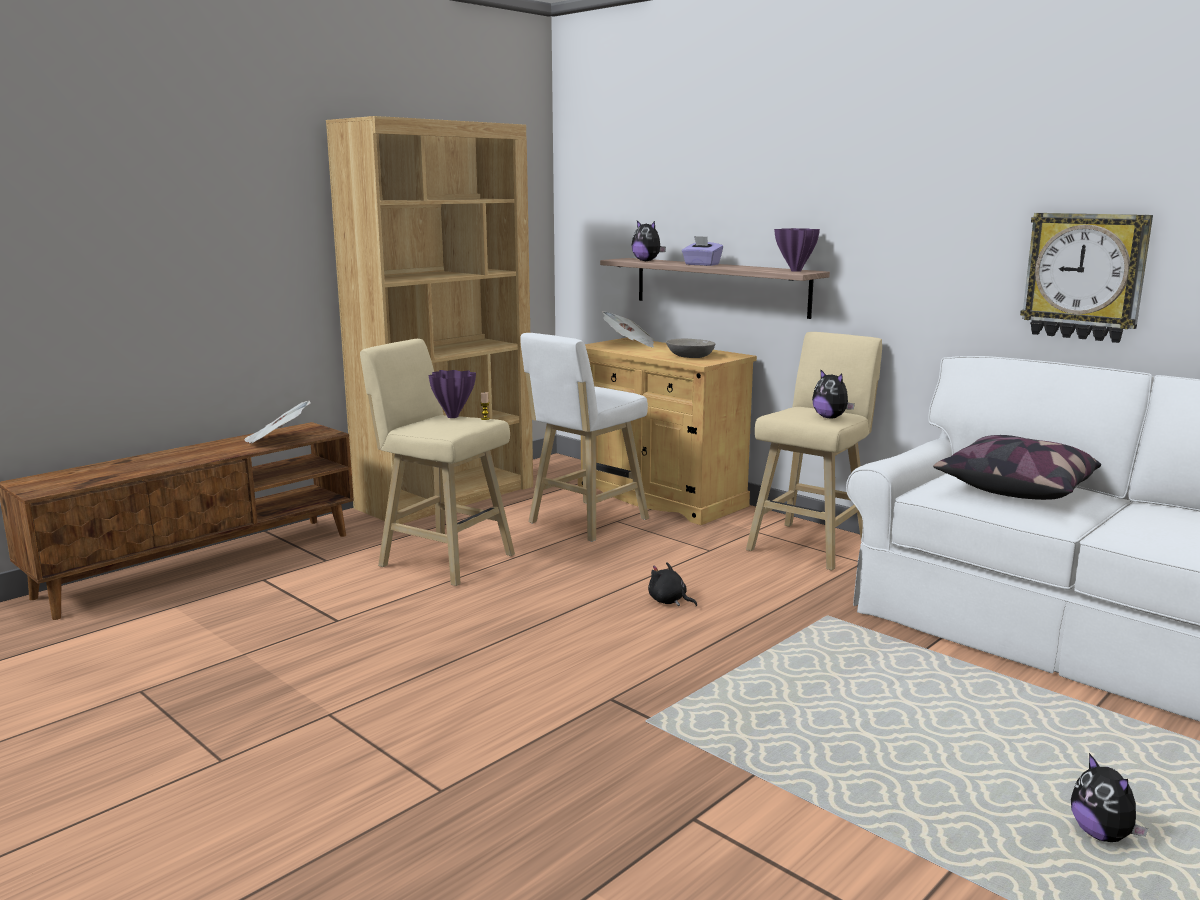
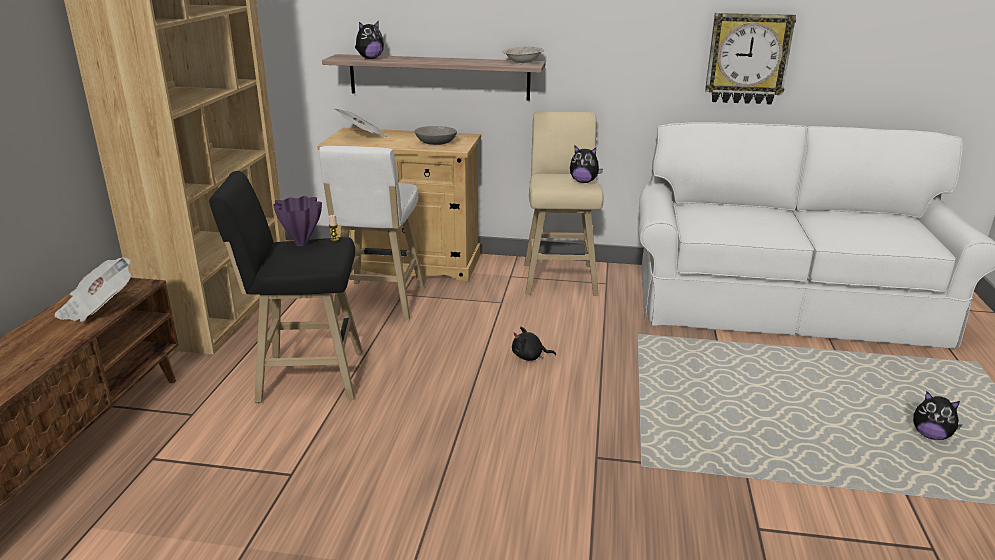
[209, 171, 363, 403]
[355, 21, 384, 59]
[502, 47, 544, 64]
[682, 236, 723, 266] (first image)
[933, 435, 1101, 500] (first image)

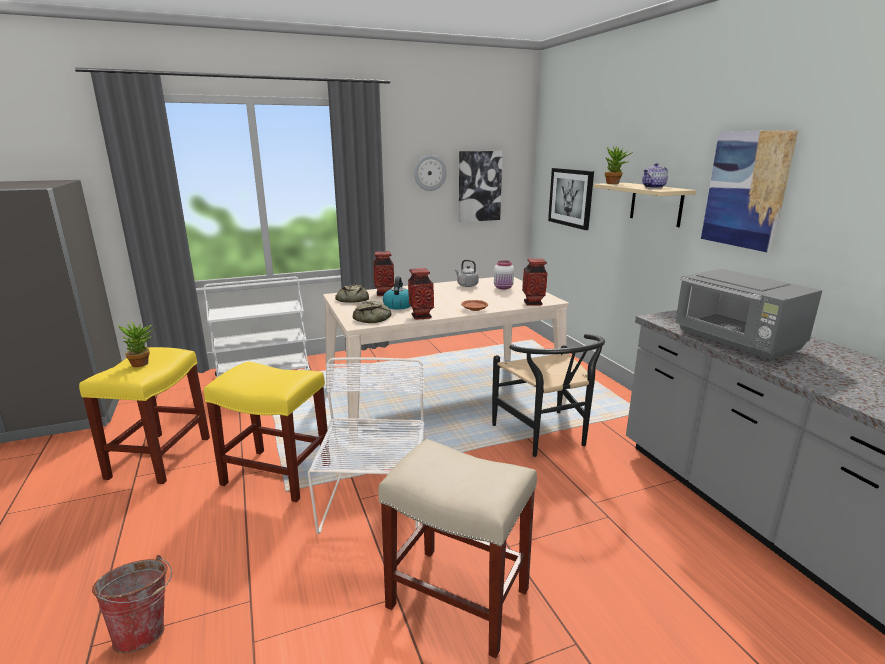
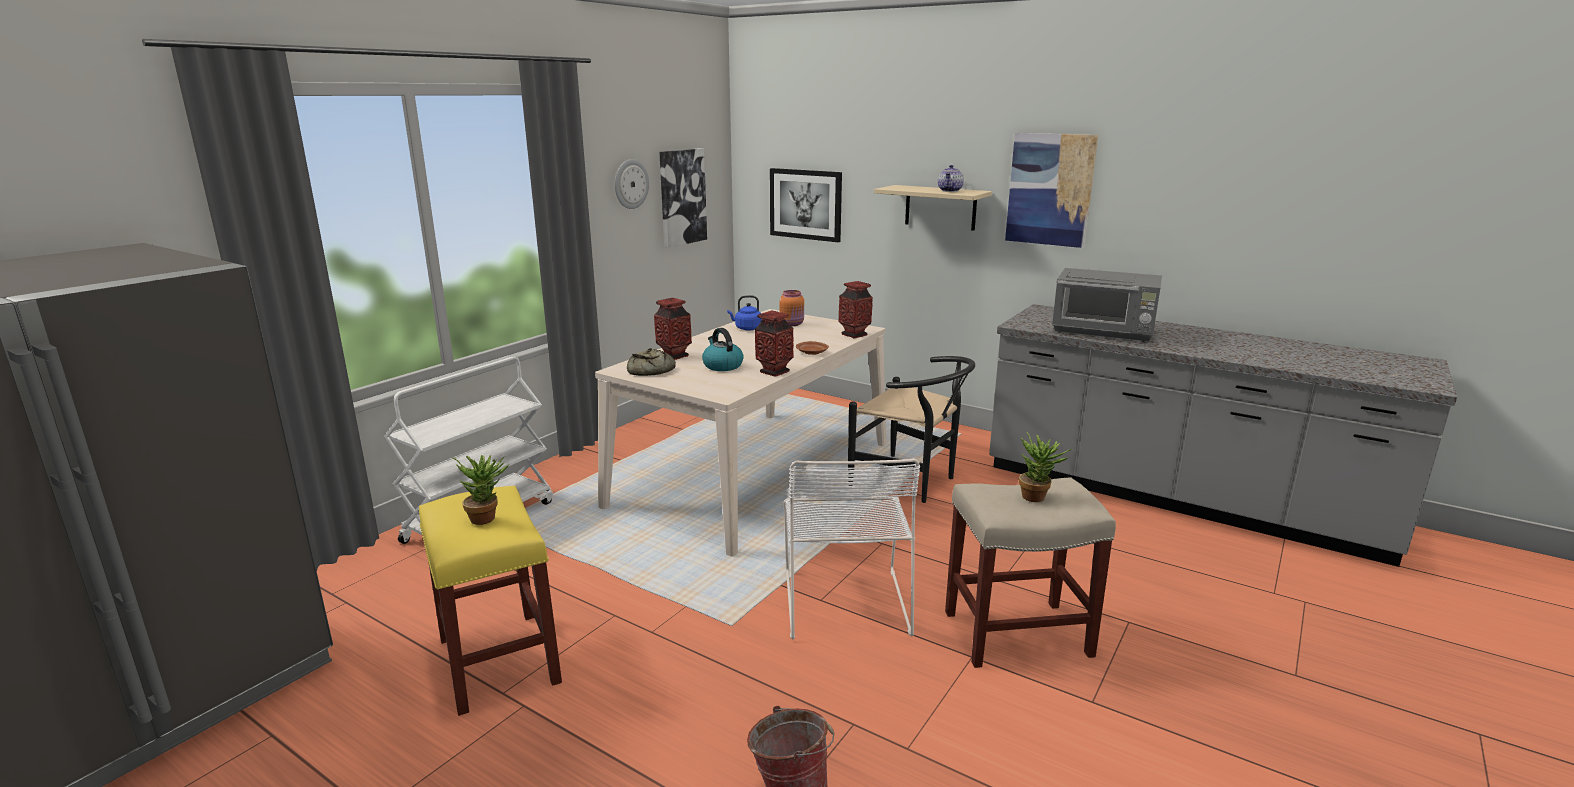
[727, 295, 762, 330]
[780, 290, 804, 326]
[784, 458, 920, 640]
[1019, 432, 1072, 502]
[204, 362, 329, 502] (first image)
[353, 301, 391, 323] (first image)

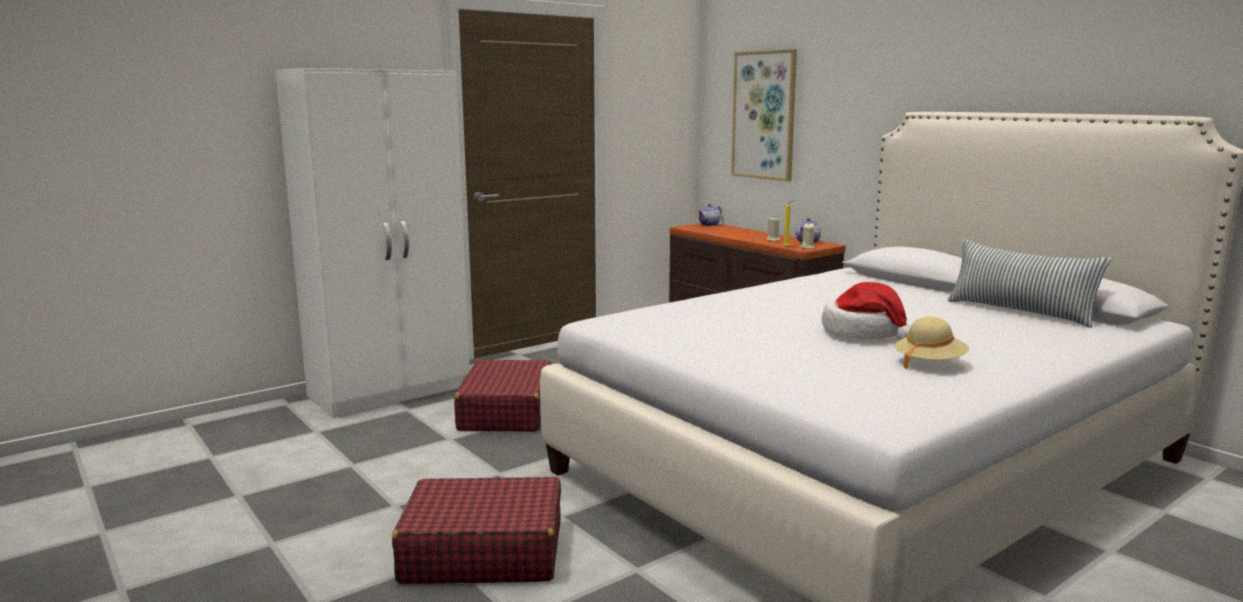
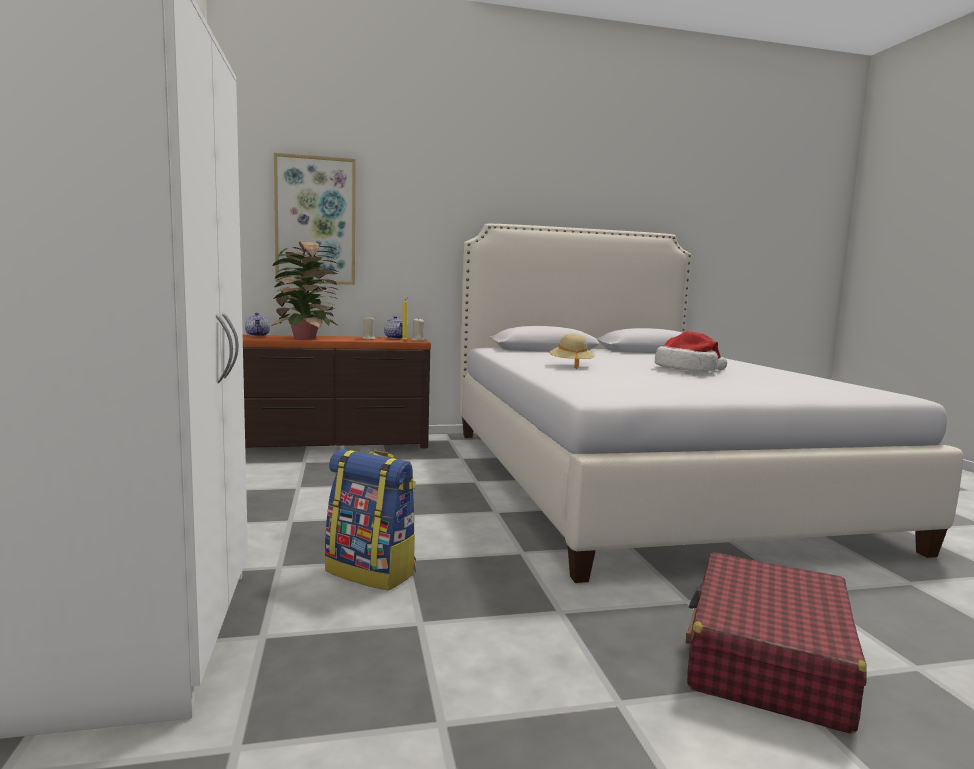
[271, 242, 338, 339]
[325, 449, 416, 590]
[549, 334, 595, 369]
[948, 239, 1111, 328] (first image)

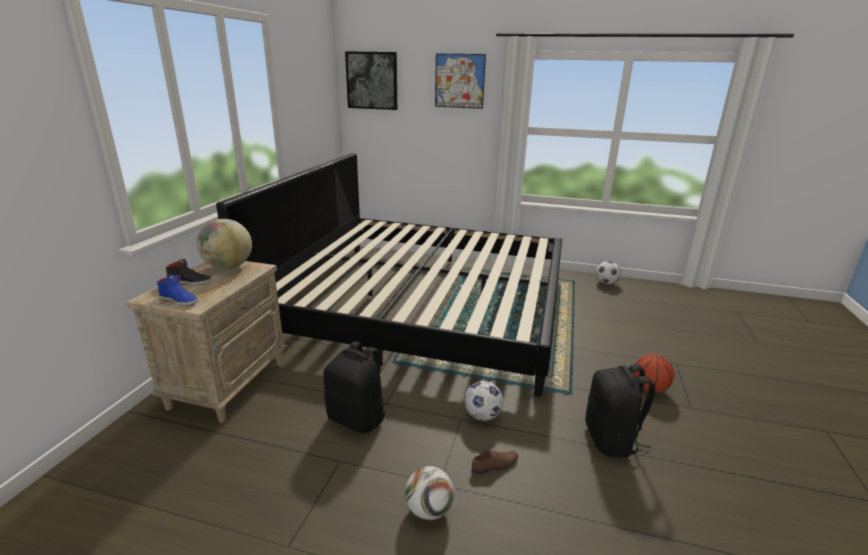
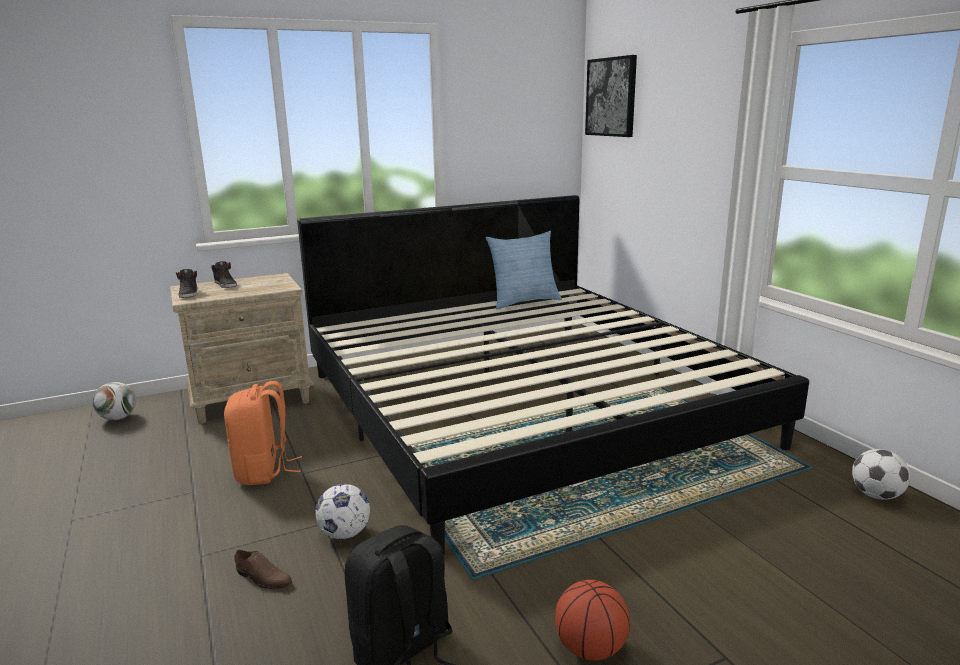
[93, 382, 136, 420]
[176, 269, 197, 298]
[224, 381, 302, 485]
[485, 231, 562, 310]
[197, 219, 252, 269] (first image)
[435, 54, 486, 109] (first image)

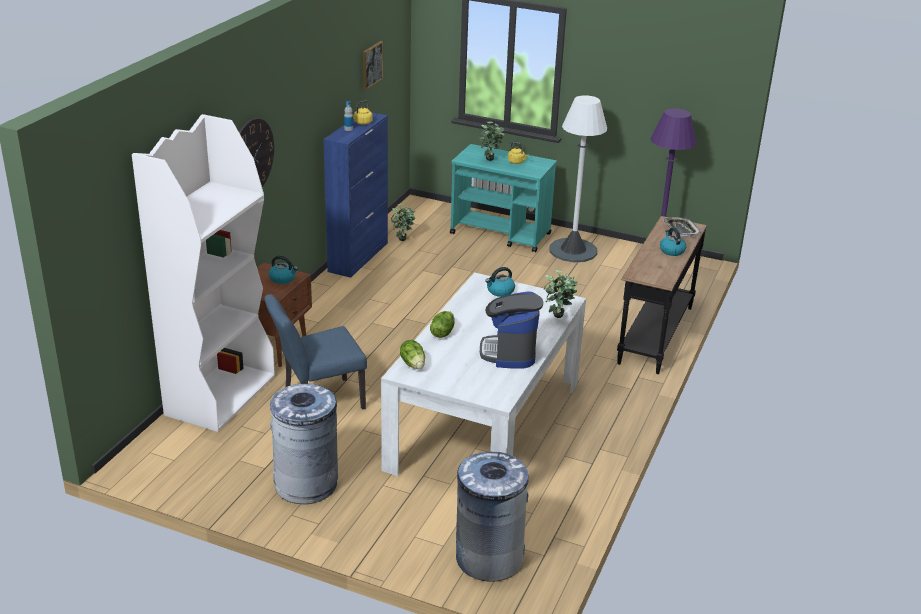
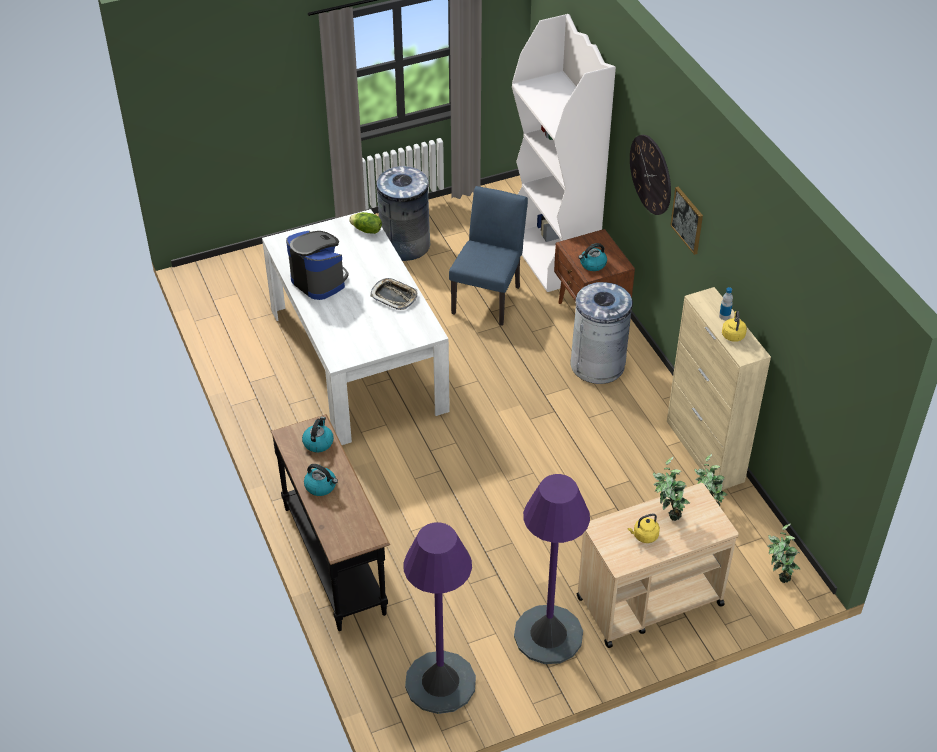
[302, 417, 334, 453]
[370, 278, 418, 310]
[514, 474, 590, 664]
[570, 282, 633, 384]
[577, 483, 739, 648]
[667, 287, 771, 490]
[670, 187, 703, 255]
[767, 523, 800, 583]
[430, 311, 455, 338] (first image)

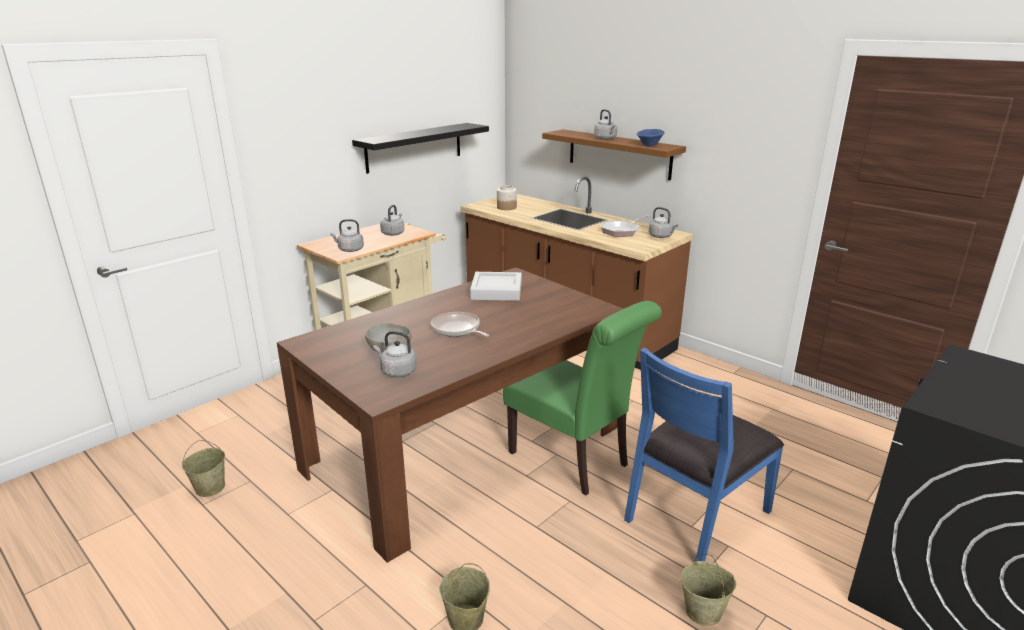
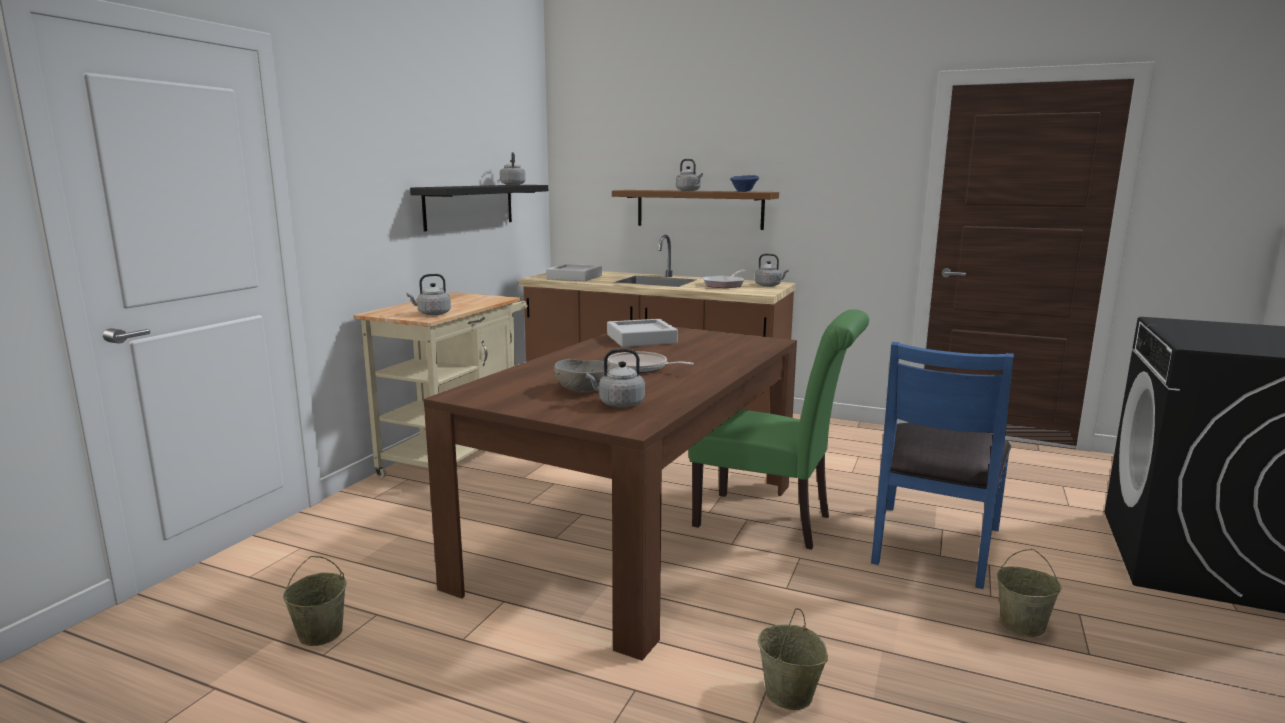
[500, 152, 526, 185]
[546, 264, 602, 281]

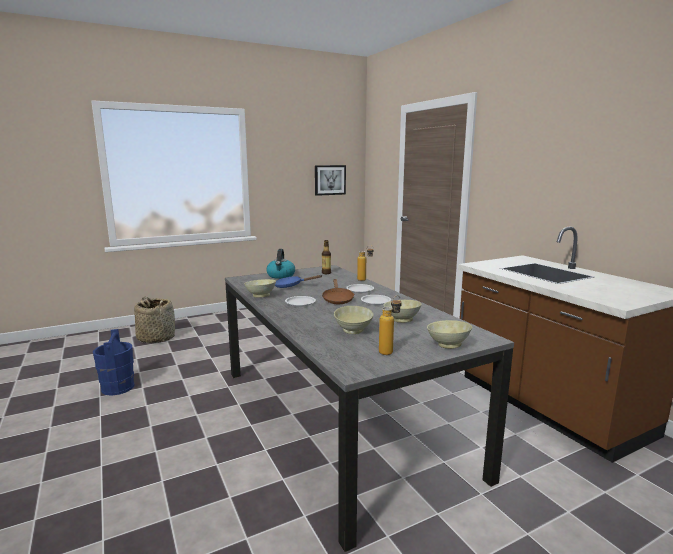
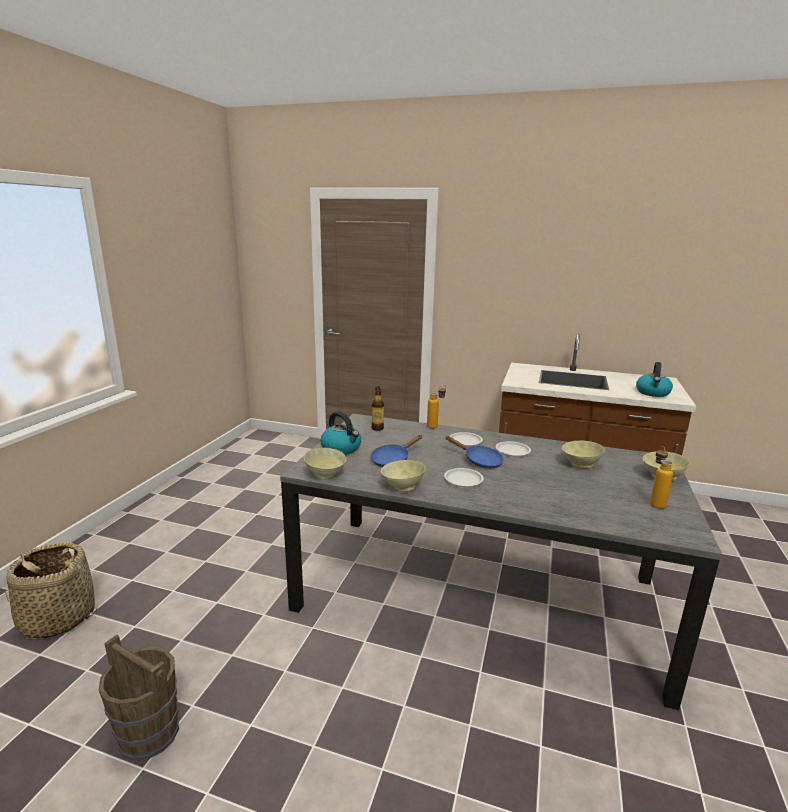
[99, 635, 179, 761]
[304, 448, 346, 480]
[445, 436, 504, 469]
[636, 362, 673, 397]
[315, 165, 346, 196] (first image)

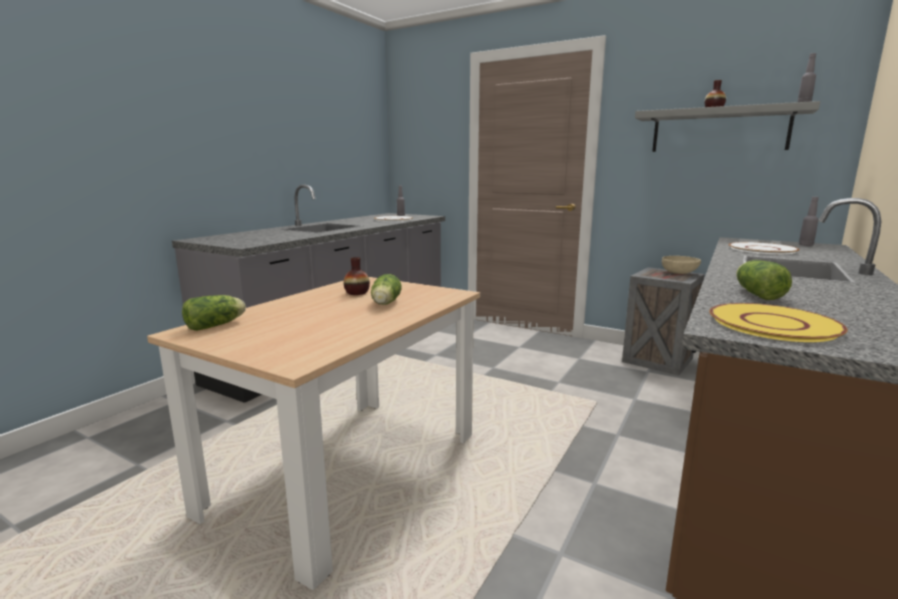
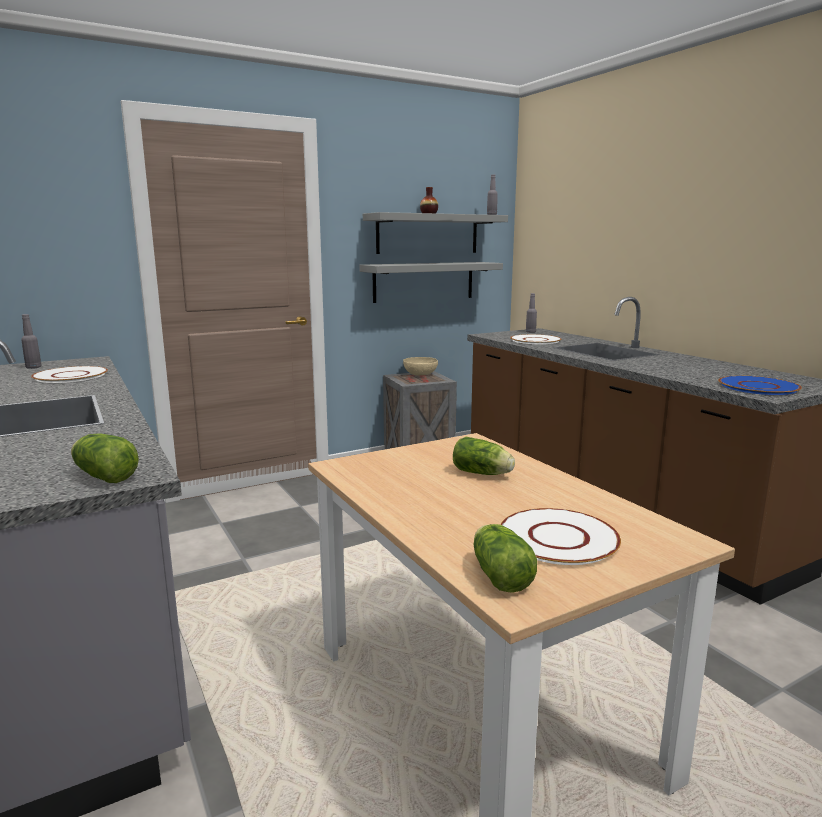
[71, 433, 139, 483]
[359, 262, 503, 303]
[500, 508, 621, 565]
[718, 376, 802, 395]
[344, 257, 370, 295] (first image)

